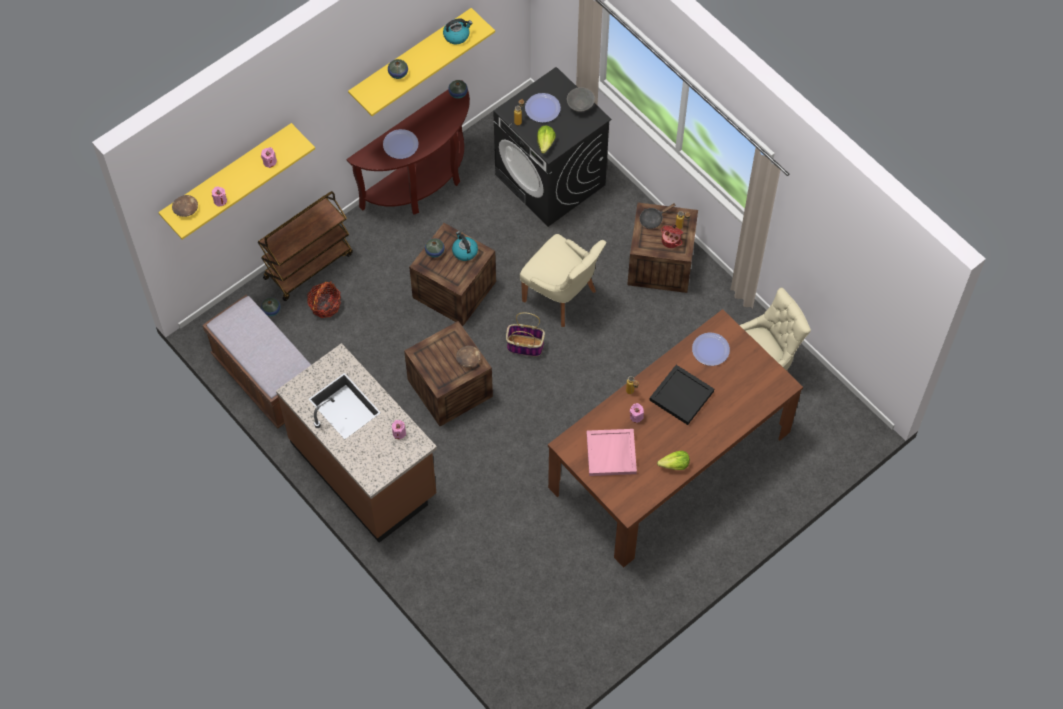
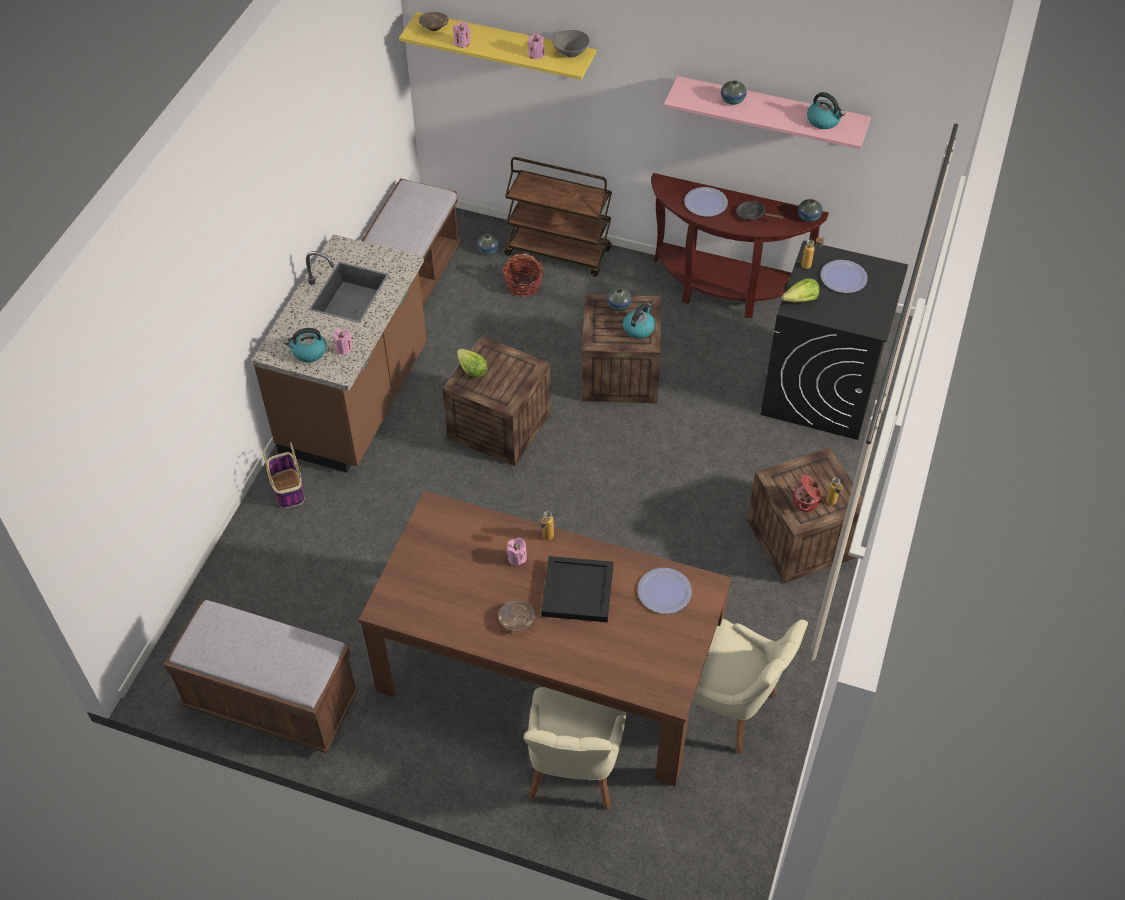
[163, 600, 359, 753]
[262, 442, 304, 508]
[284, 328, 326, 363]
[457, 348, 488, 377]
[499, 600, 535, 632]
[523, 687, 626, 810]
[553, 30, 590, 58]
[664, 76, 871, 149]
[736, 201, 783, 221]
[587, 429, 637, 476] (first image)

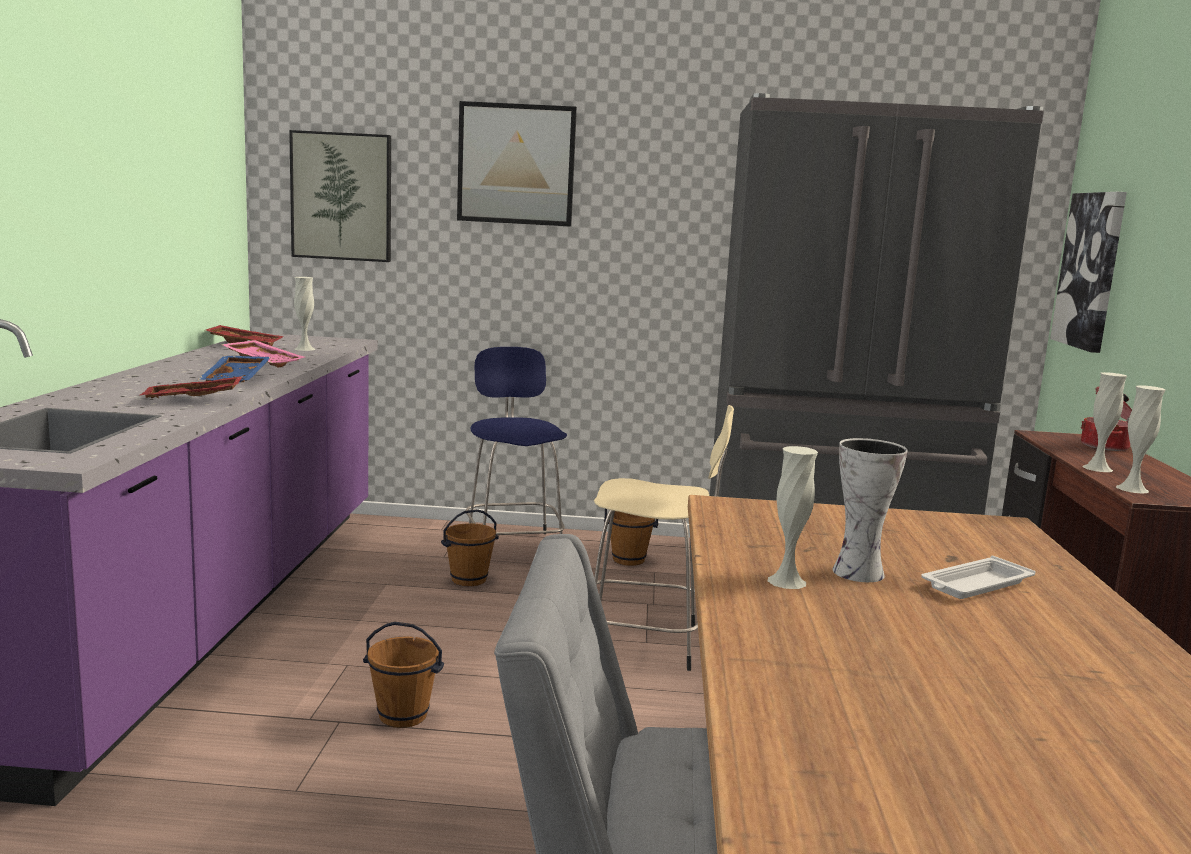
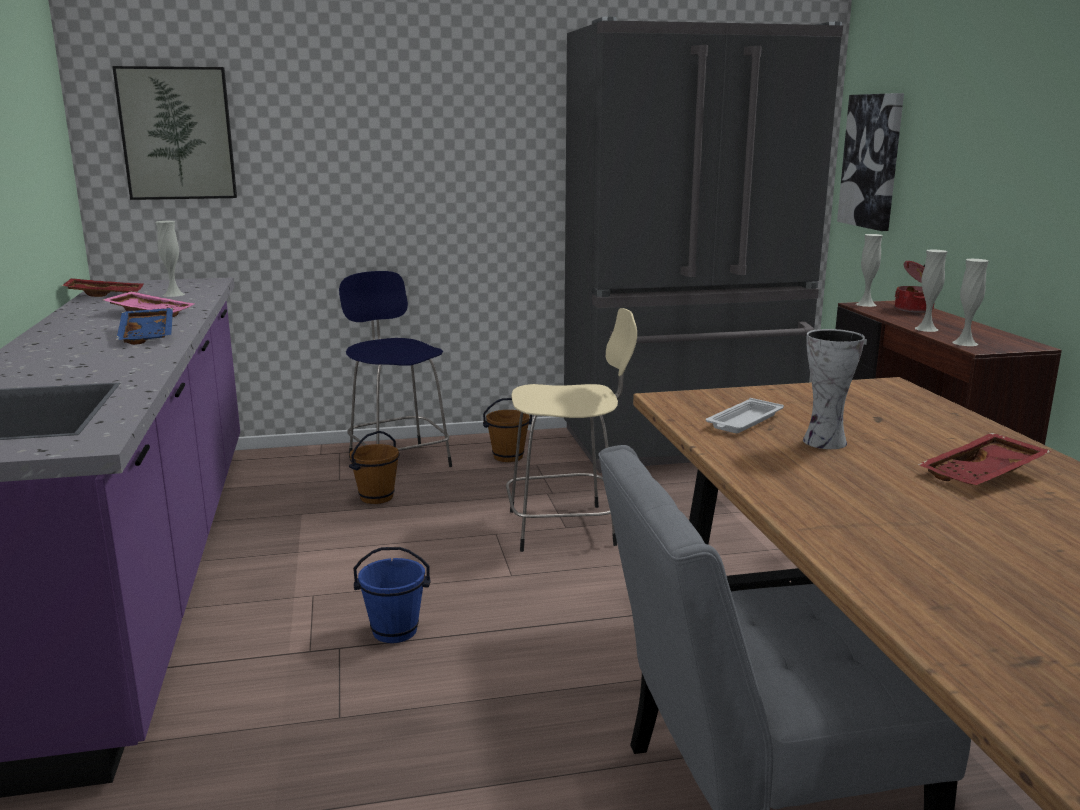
[353, 547, 431, 643]
[706, 398, 784, 433]
[856, 234, 883, 307]
[918, 433, 1051, 485]
[457, 101, 577, 227] (first image)

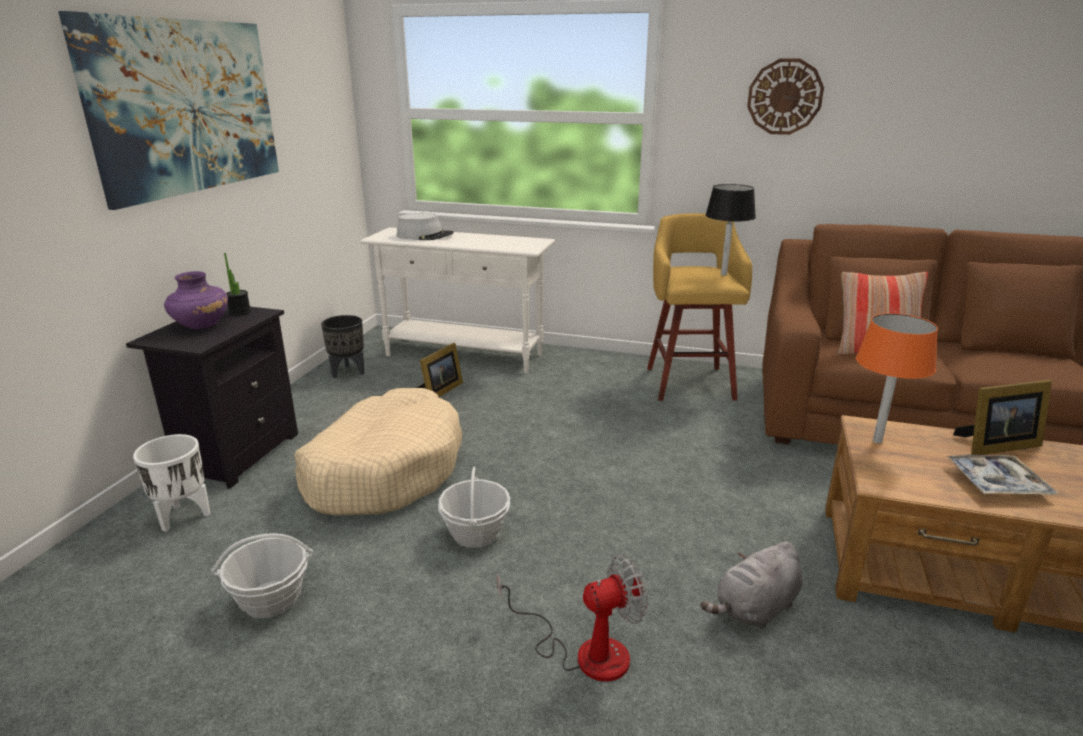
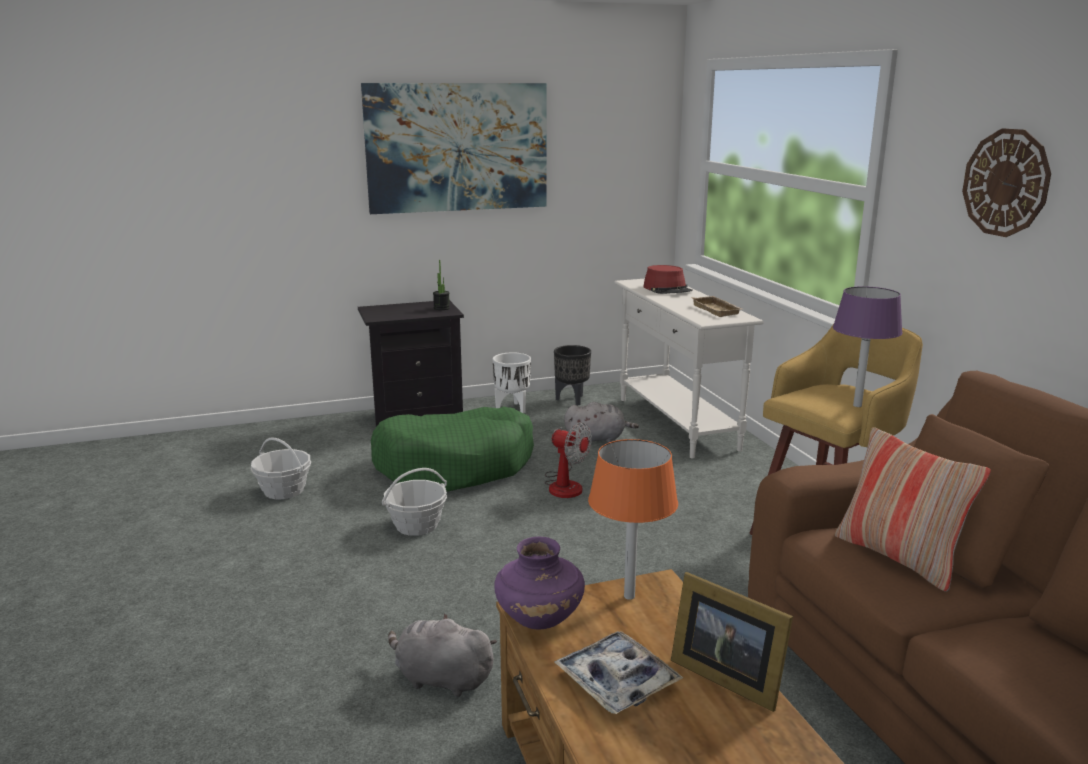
[371, 407, 534, 492]
[493, 352, 531, 413]
[494, 537, 585, 629]
[544, 422, 592, 498]
[564, 402, 639, 443]
[643, 265, 693, 294]
[691, 296, 742, 317]
[833, 286, 903, 407]

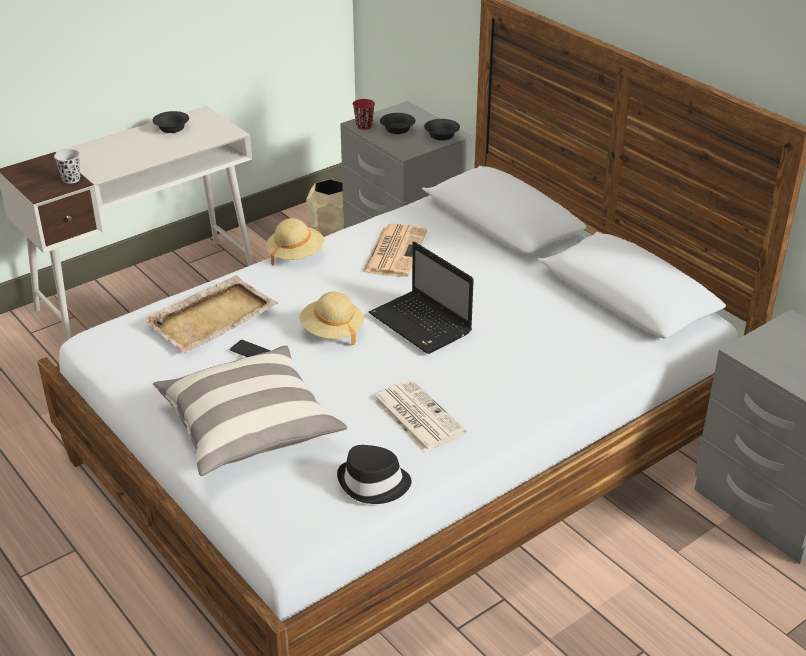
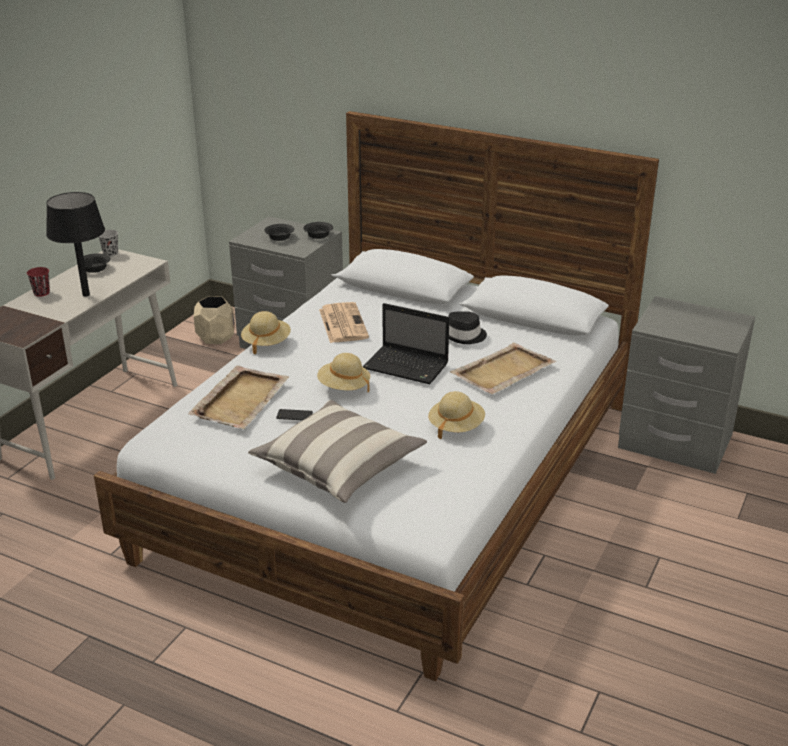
[27, 267, 50, 297]
[46, 192, 105, 297]
[99, 230, 118, 257]
[428, 391, 485, 440]
[448, 311, 487, 344]
[450, 343, 556, 394]

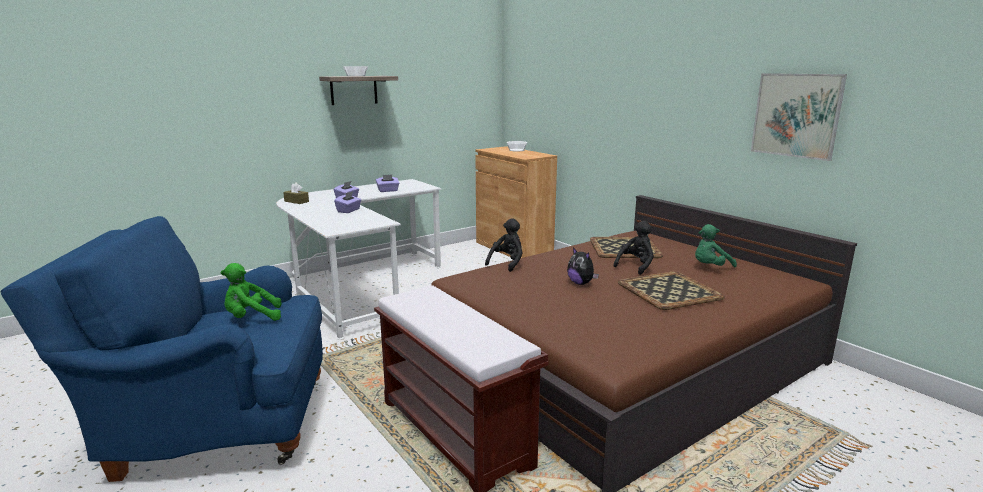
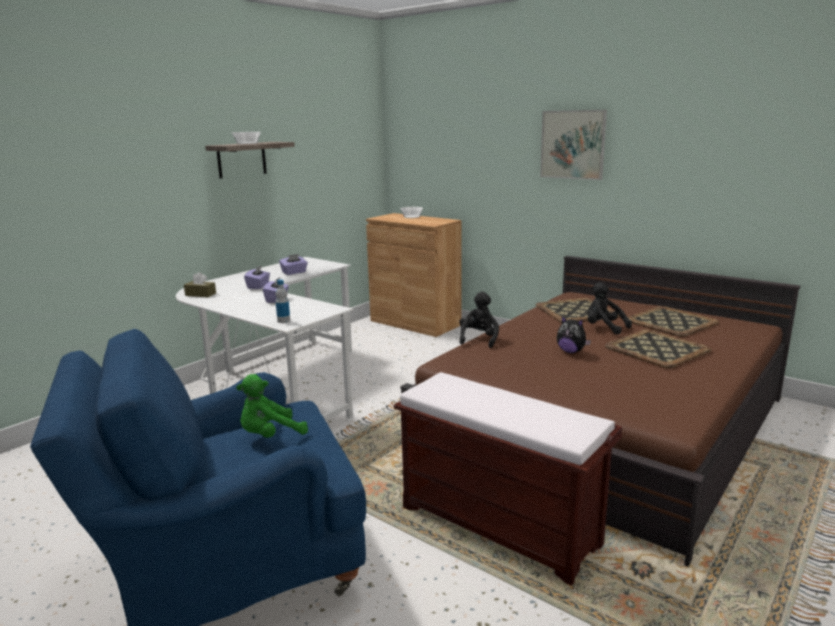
[275, 280, 290, 323]
[540, 110, 607, 180]
[588, 282, 632, 335]
[628, 306, 719, 337]

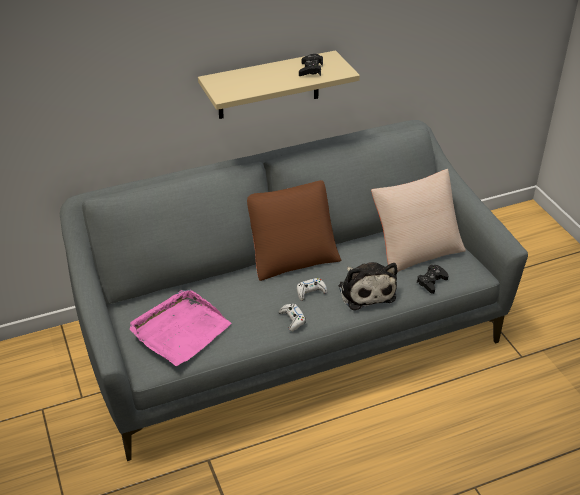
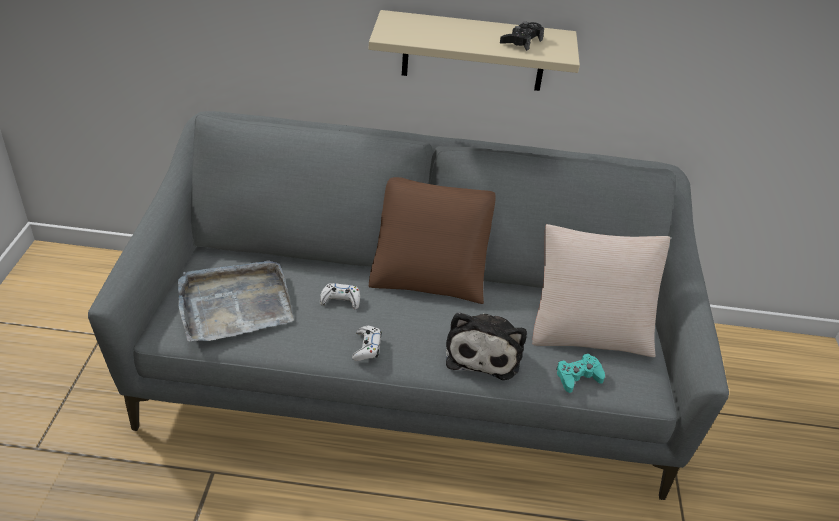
[178, 260, 294, 341]
[320, 283, 360, 310]
[556, 353, 605, 393]

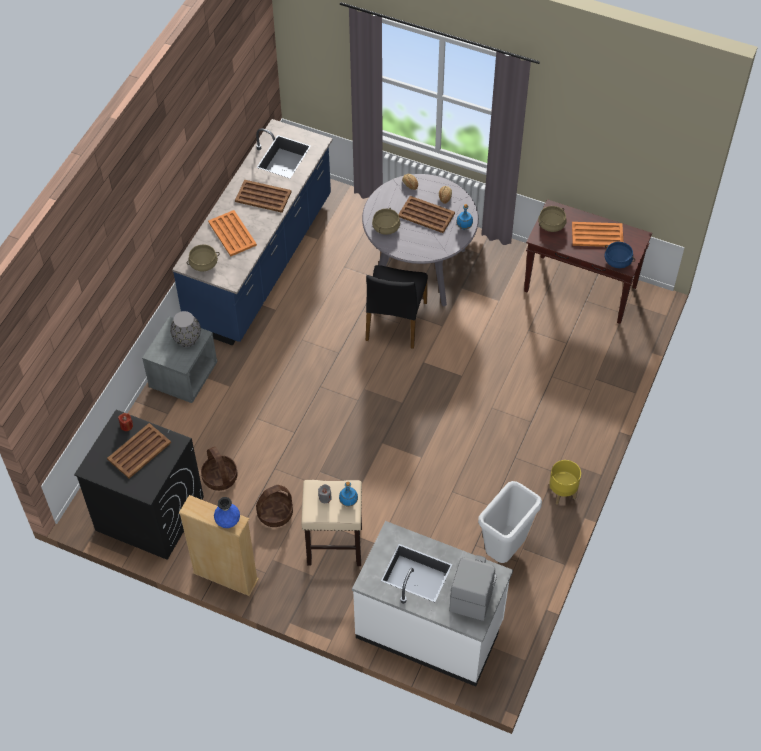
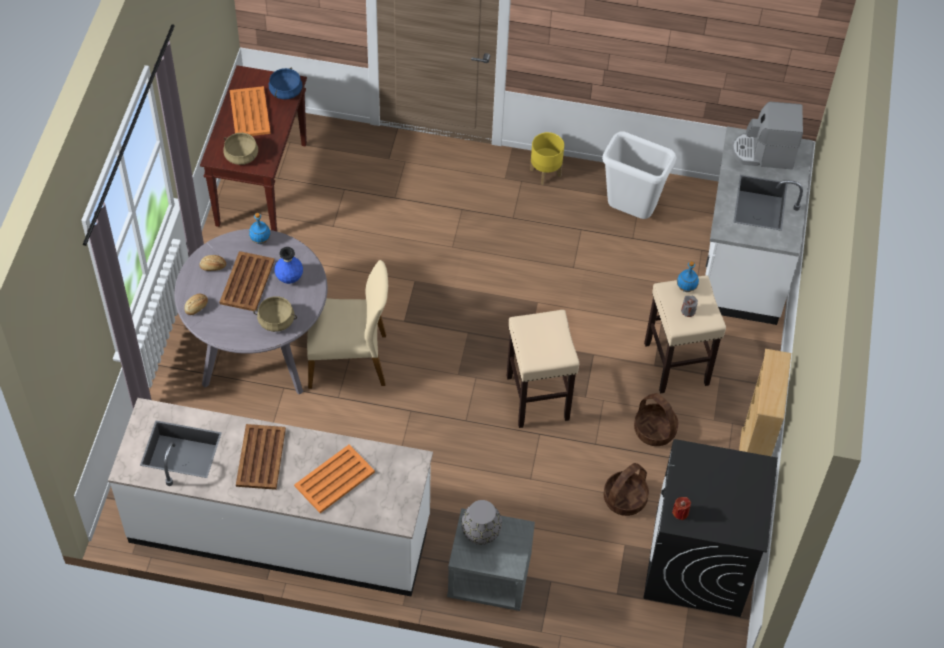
[108, 398, 433, 597]
[274, 247, 303, 284]
[307, 260, 388, 389]
[507, 310, 579, 428]
[107, 423, 171, 479] (first image)
[187, 244, 220, 272] (first image)

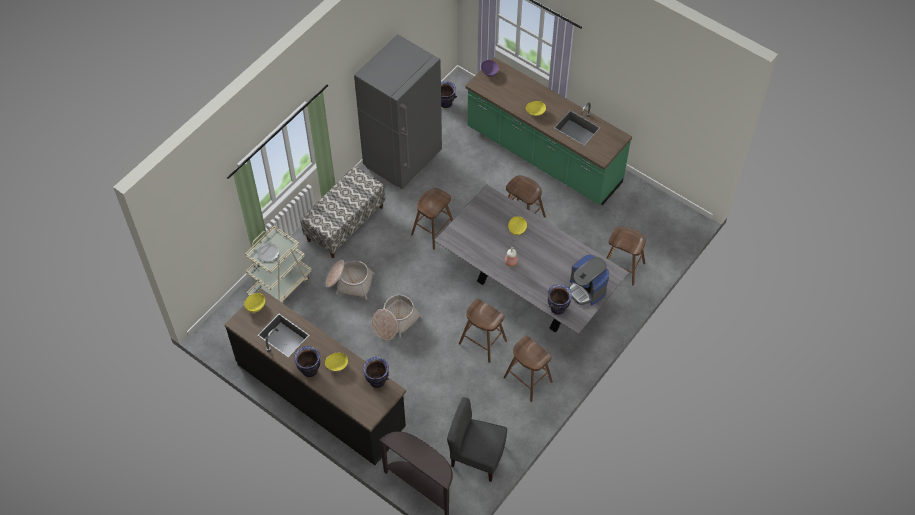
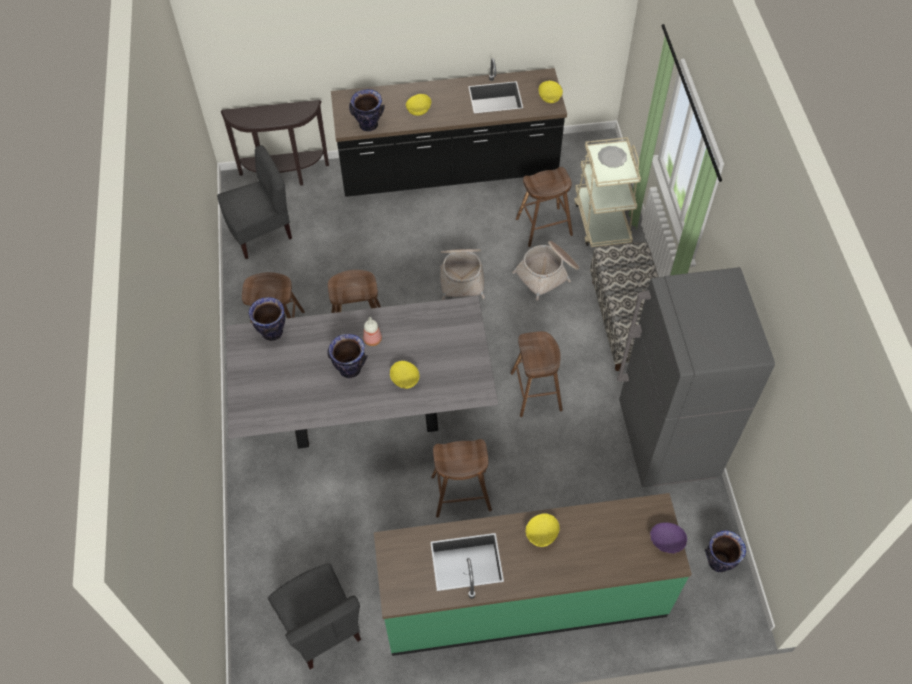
[268, 563, 361, 669]
[327, 334, 368, 378]
[516, 167, 573, 247]
[568, 255, 609, 305] (first image)

